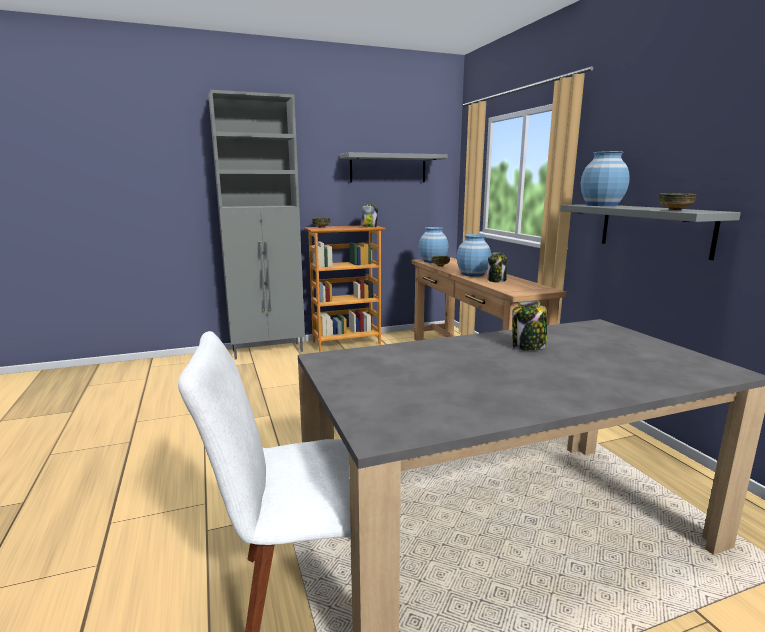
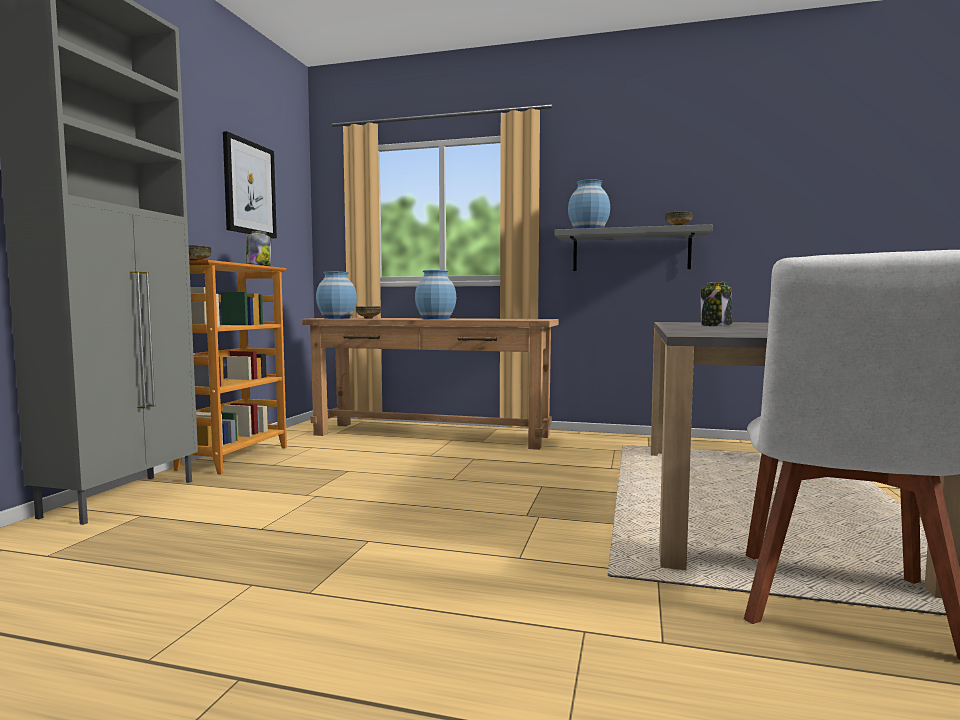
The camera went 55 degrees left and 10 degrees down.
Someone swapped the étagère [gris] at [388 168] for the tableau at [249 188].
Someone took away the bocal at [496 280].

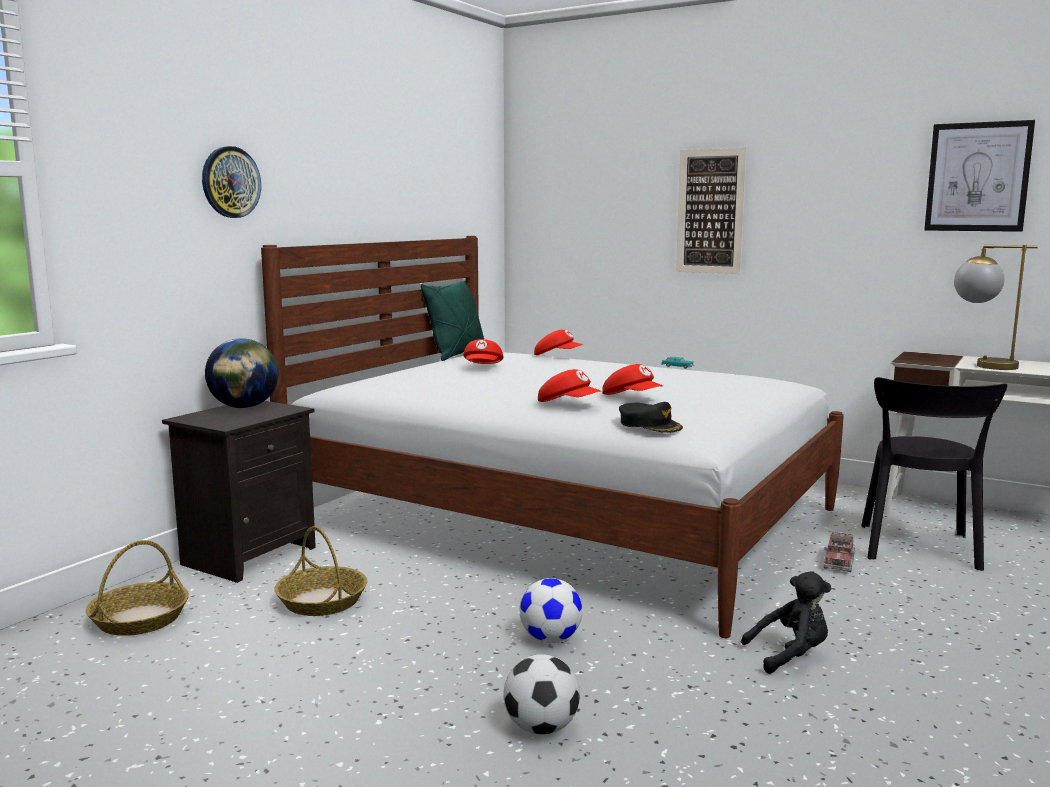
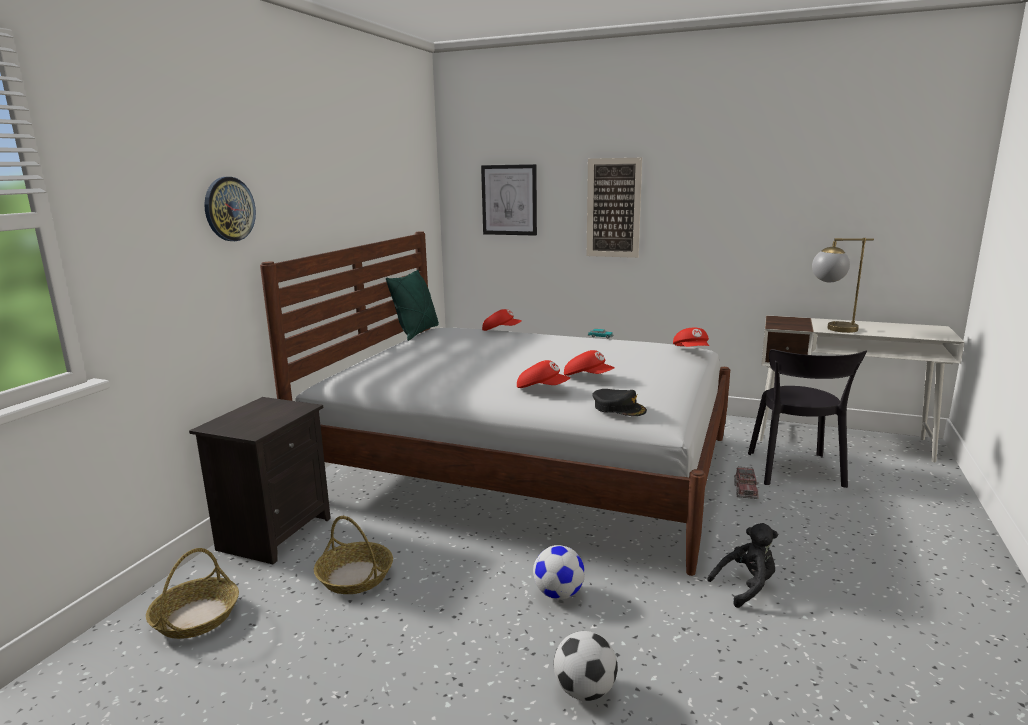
The camera went 10 degrees left and 5 degrees up.
Someone carried the tableau from [978 177] to [509 200].
Someone took away the globe at [244 407].
Someone carried the casquette [rouge] from [483 367] to [692 351].

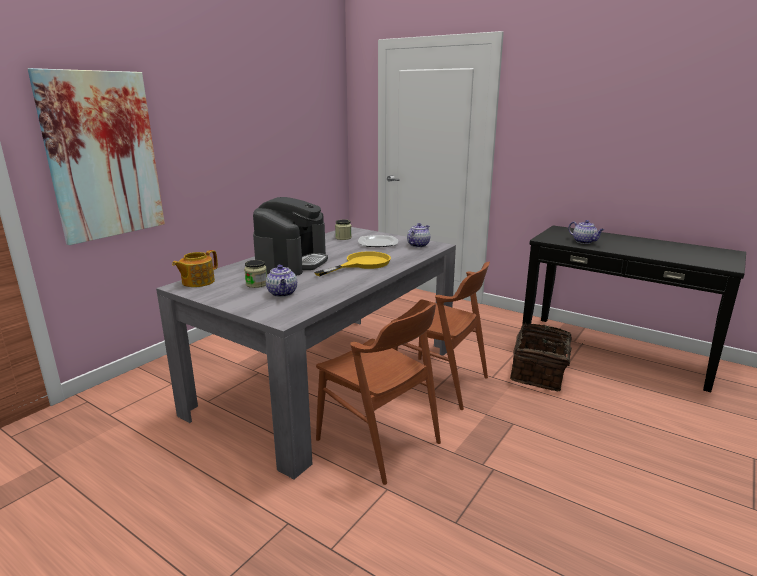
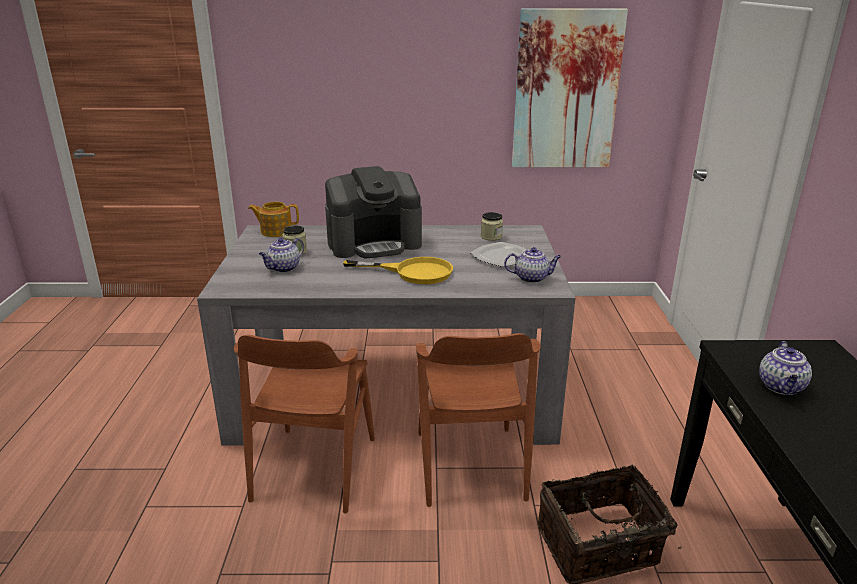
The camera went 55 degrees right and 5 degrees up.
Someone carried the tableau from [103 156] to [566 91].

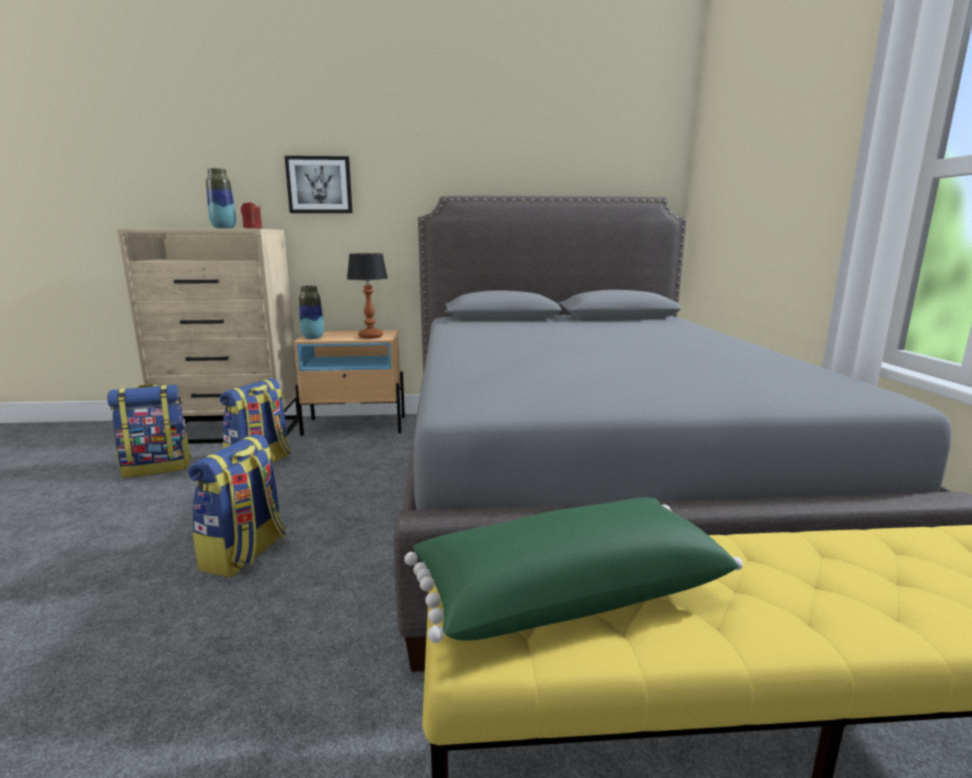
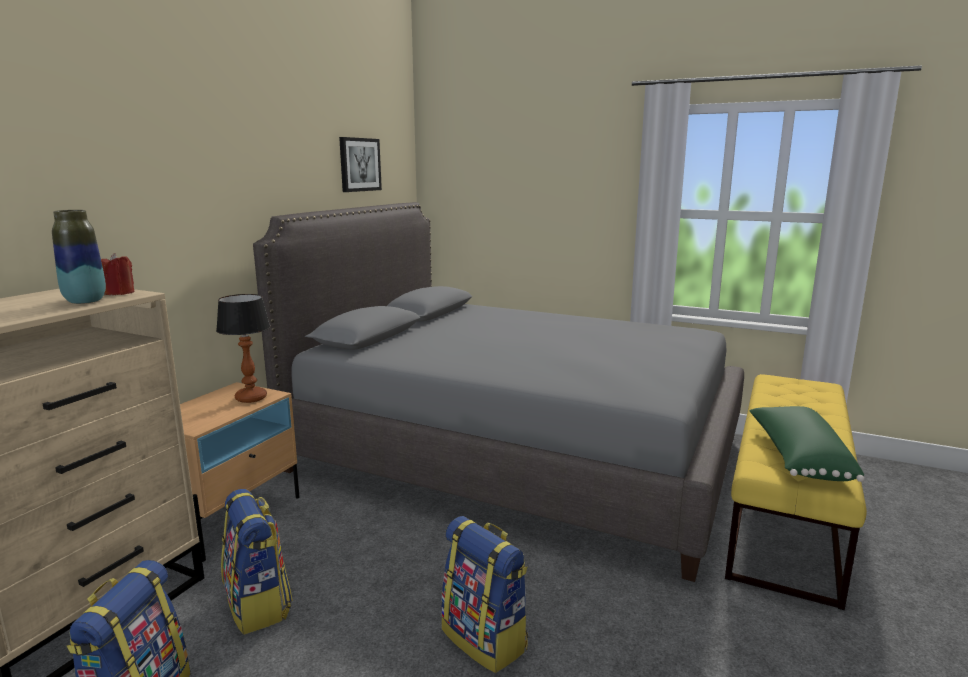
The camera went 60 degrees left and 0 degrees up.
Someone carried the tableau from [319 185] to [359 164].
Someone took away the vase at [313 338].

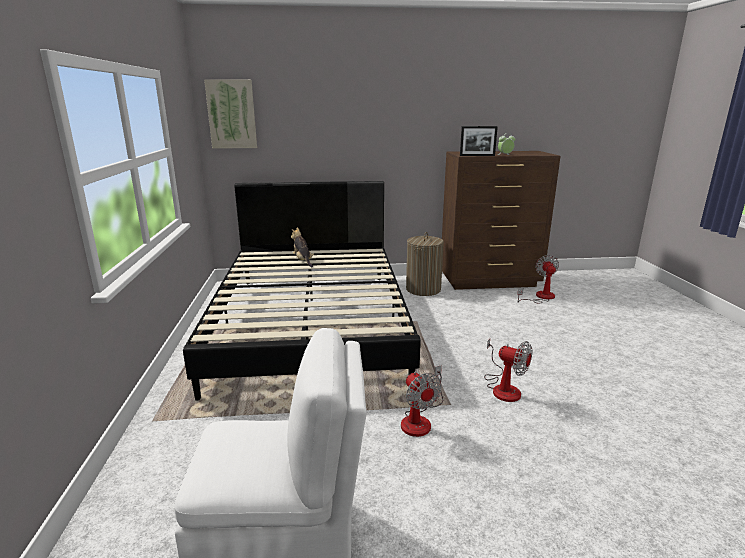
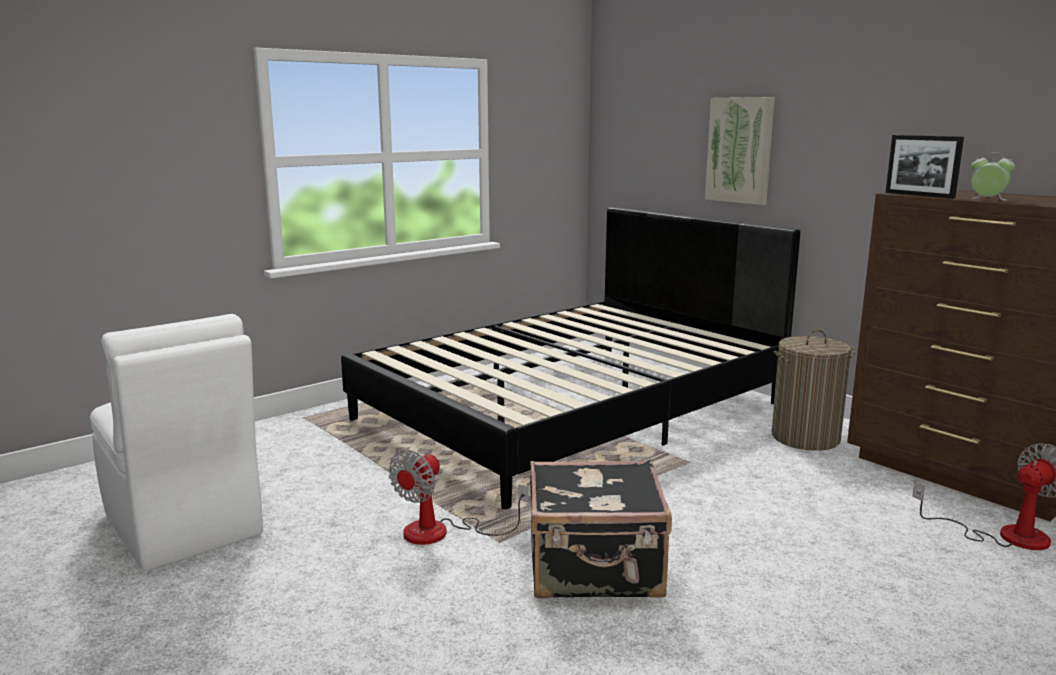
The camera went 55 degrees right and 5 degrees down.
Someone carried the tableau from [231 114] to [740 150].
Someone took away the peluche at [303 261].
Someone swapped the ventilateur at [503 387] for the valise [noir] at [595 570].

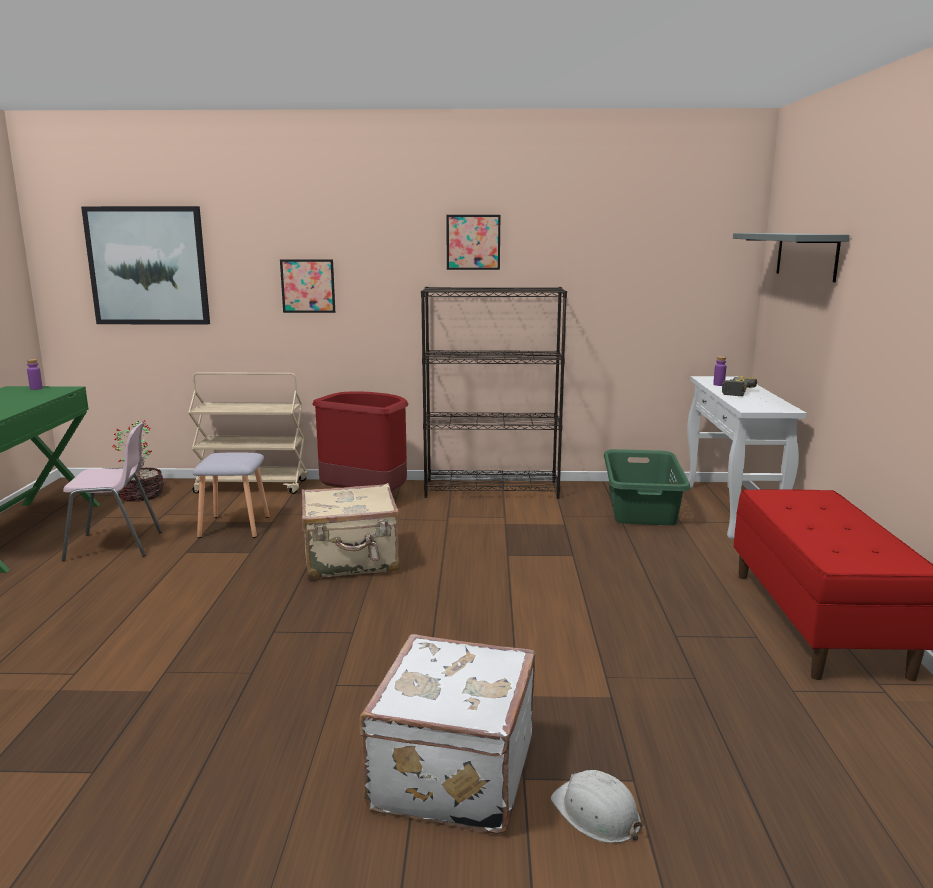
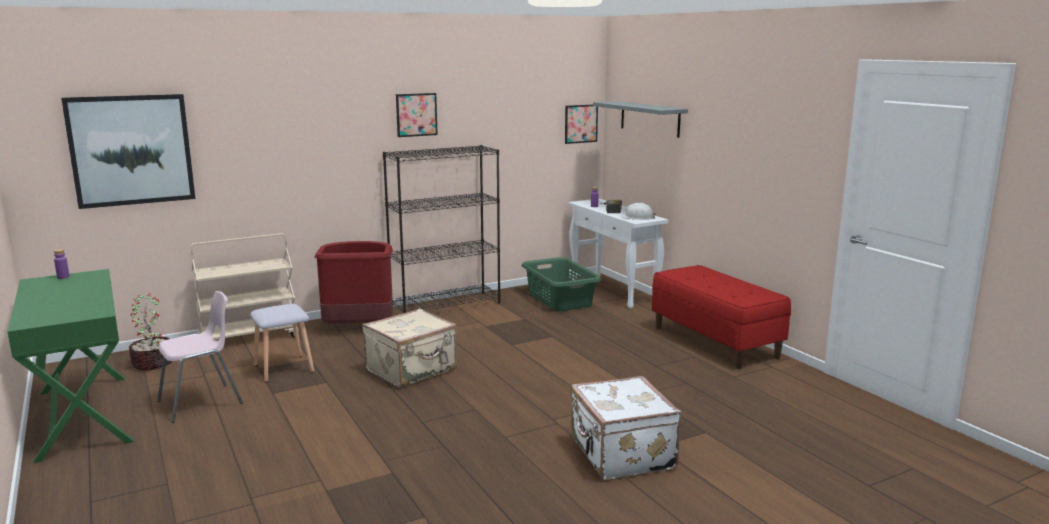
The camera went 30 degrees left and 0 degrees up.
Someone carried the tableau from [308 286] to [581 123].
Someone carried the casque de chantier [blanc] from [596 814] to [637 217].

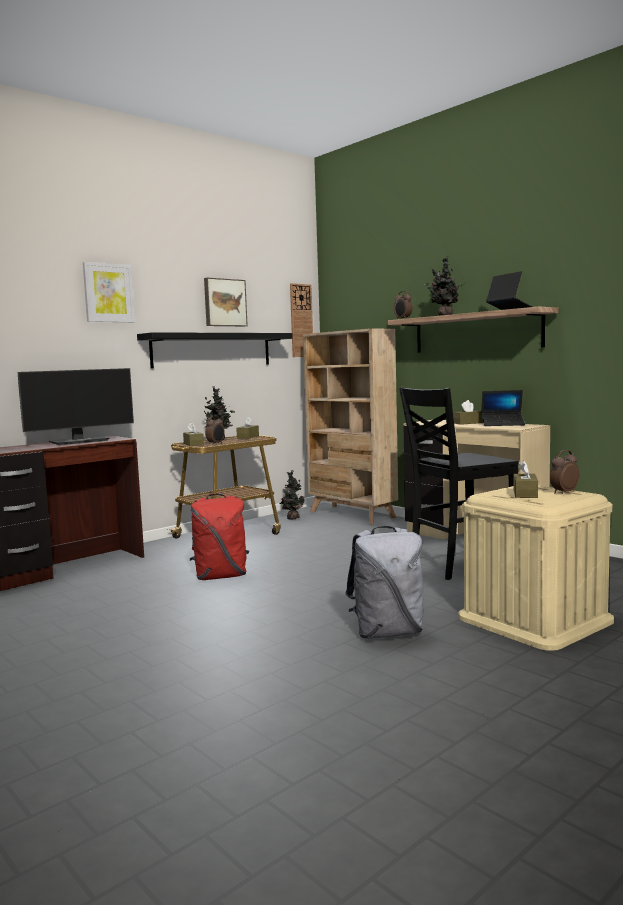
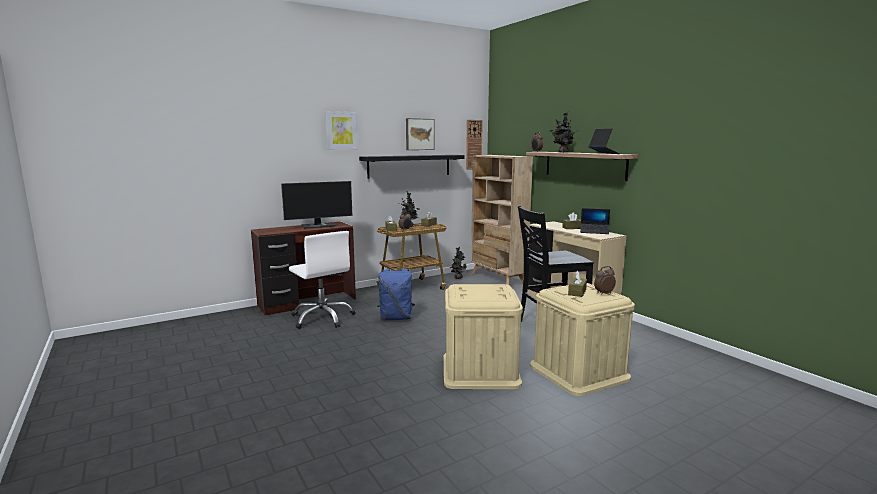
The camera went 10 degrees right and 5 degrees up.
Someone repainted the sac à dos [rouge] at [221 576], which became the sac à dos [bleu] at [396 318].
Someone swapped the sac à dos [gris] at [387 632] for the boîte de rangement [beige] at [480 370].
Someone put down the chaise de bureau [blanc] at [322 318].

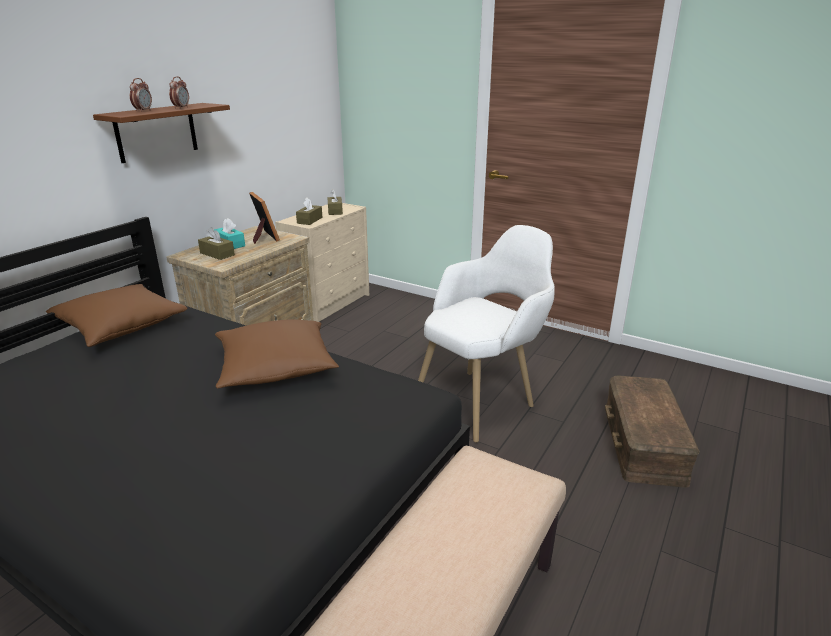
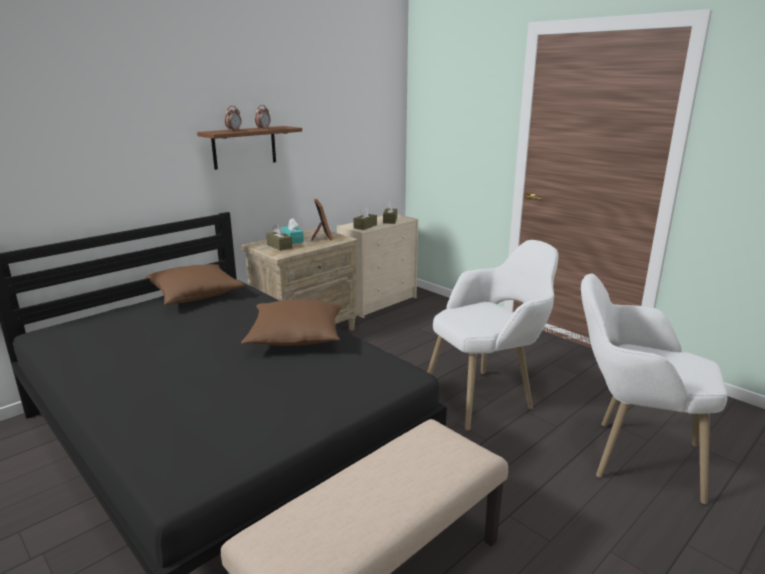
The camera went 15 degrees right and 5 degrees down.
Someone swapped the boîte de rangement [marron] at [642 443] for the fauteuil [blanc] at [629 456].

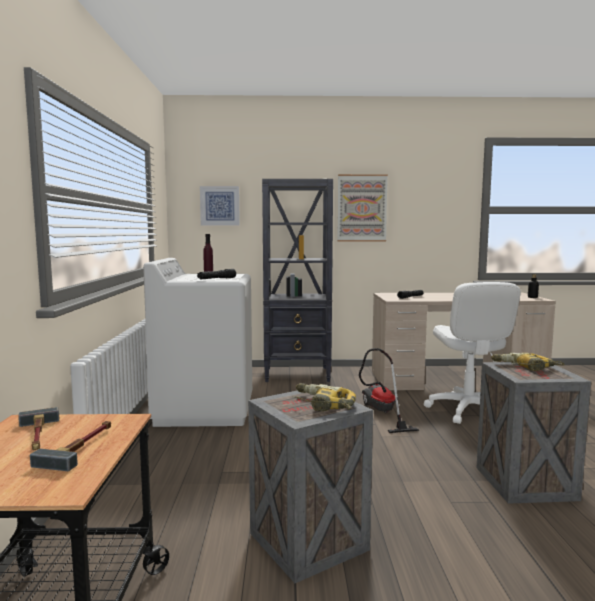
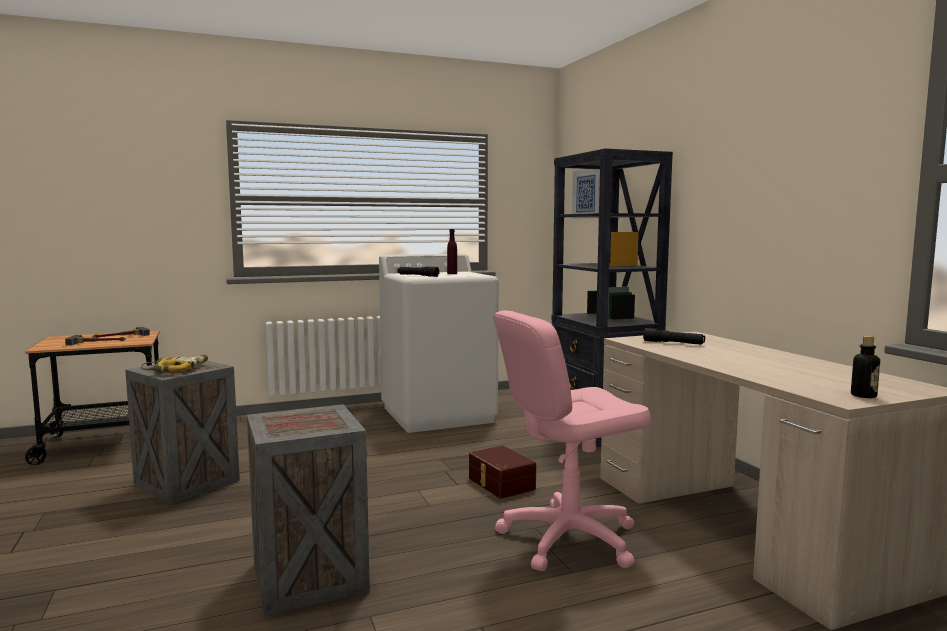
The camera went 70 degrees right and 0 degrees up.
Someone took away the tableau at [362 208].
Someone repainted the chaise de bureau [blanc] at [467 410], which became the chaise de bureau [rose] at [568 539].
Someone swapped the aspirateur at [381 413] for the boîte de rangement [marron] at [500 484].
Someone took away the perceuse at [525 367].

